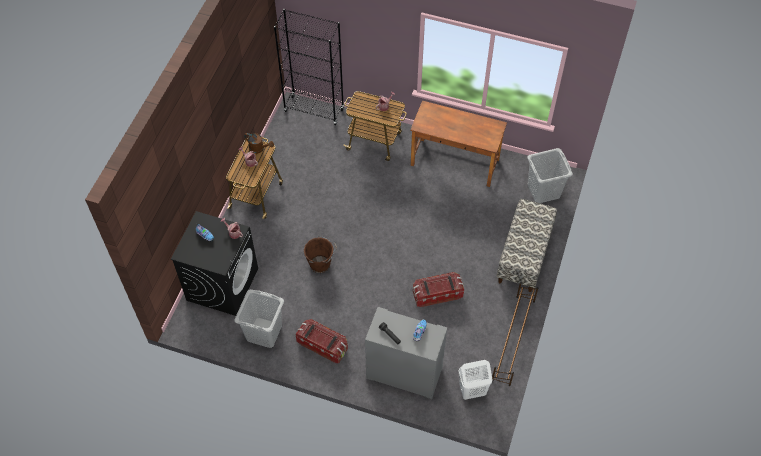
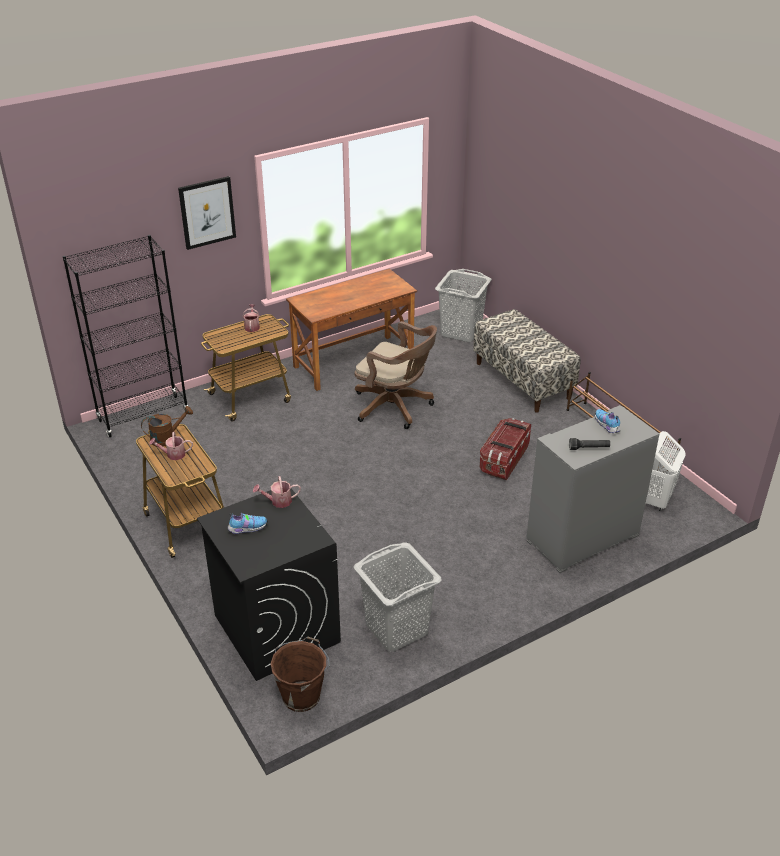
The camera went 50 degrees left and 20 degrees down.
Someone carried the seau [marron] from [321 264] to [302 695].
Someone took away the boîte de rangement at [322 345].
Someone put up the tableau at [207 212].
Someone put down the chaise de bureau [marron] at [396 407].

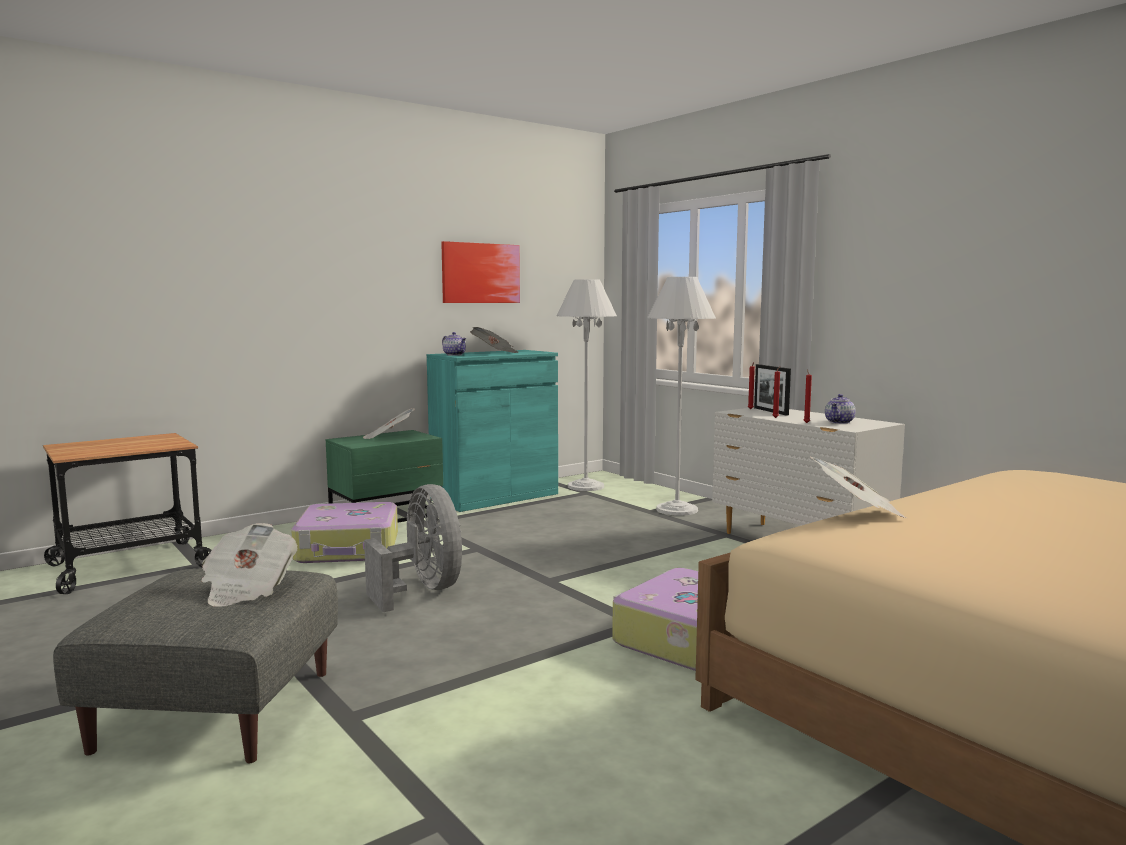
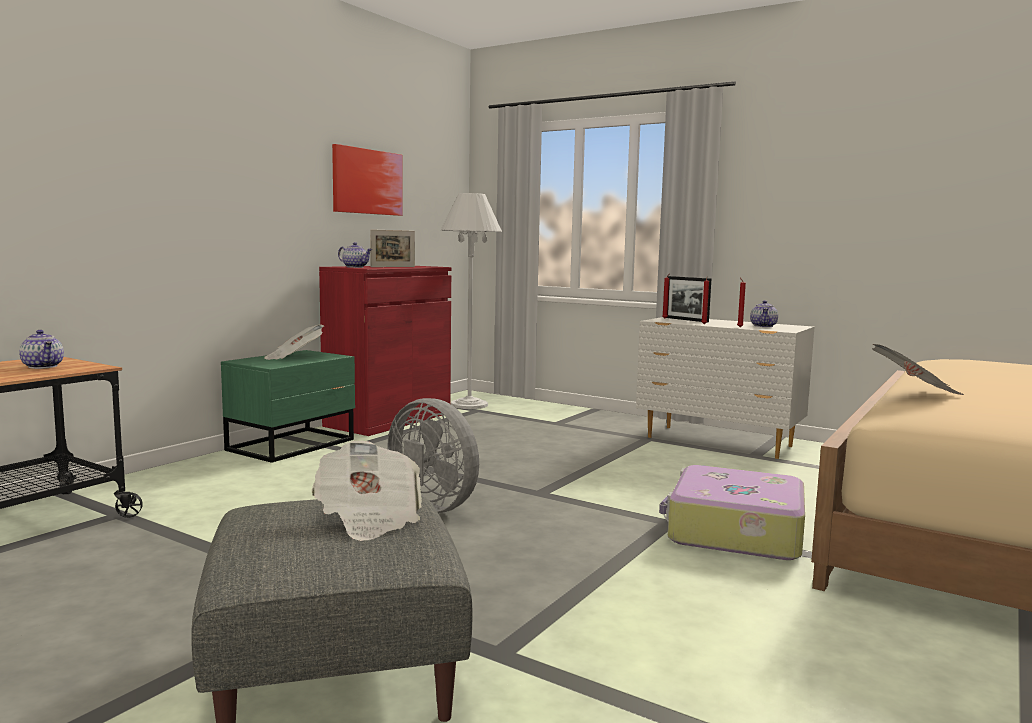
The camera went 20 degrees left and 0 degrees up.
Someone took away the lampadaire [blanc] at [676 510].
Someone swapped the journal at [495 353] for the cadre photo at [393 267].
Someone repainted the meuble de rangement [turquoise] at [495 497], which became the meuble de rangement [rouge] at [389 419].
Someone took away the valise at [349 548].
Someone put down the théière at [44 366].

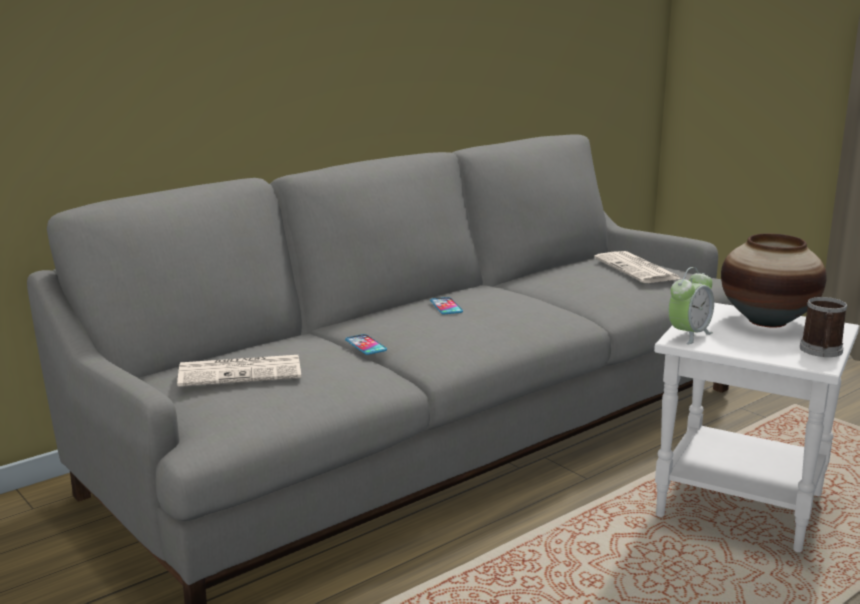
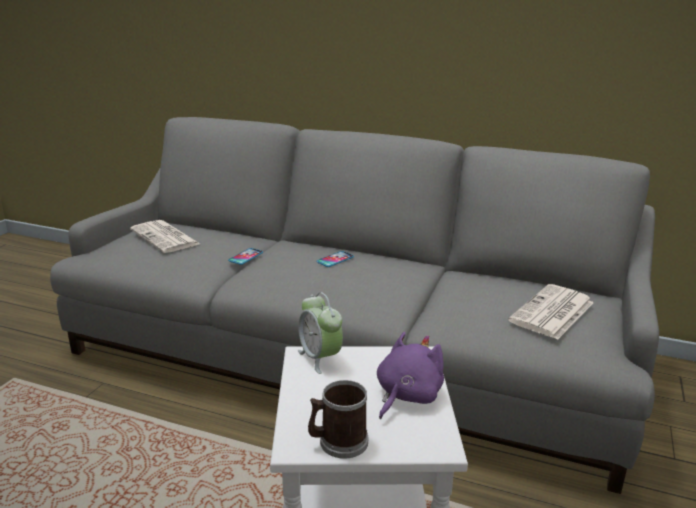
The camera went 60 degrees right and 5 degrees up.
Someone swapped the vase at [767 321] for the peluche [violet] at [406 396].
Someone rotated the réveil at [688 335] by 45 degrees clockwise.

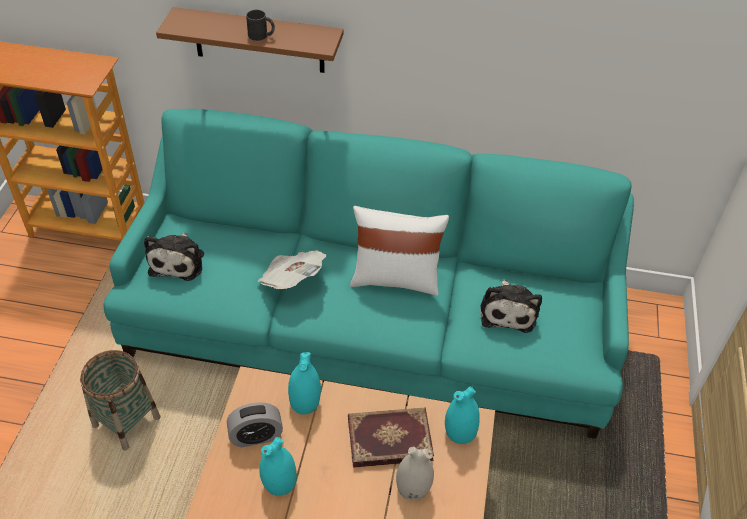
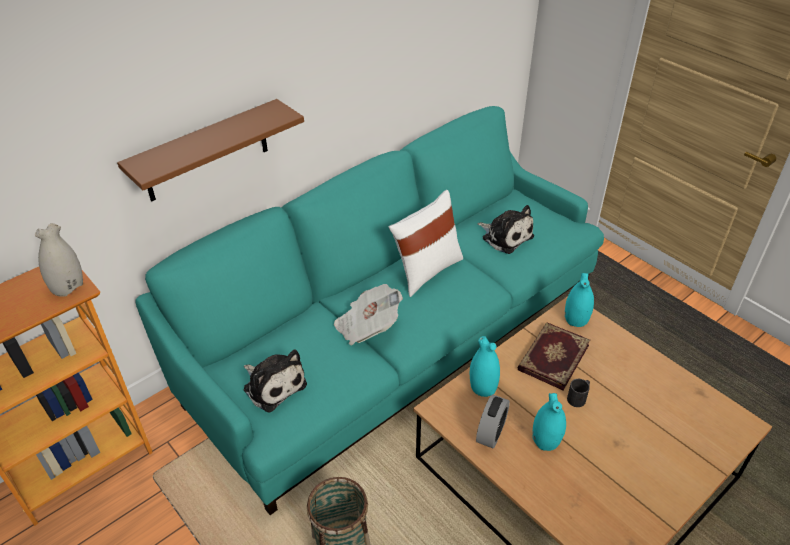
The camera went 50 degrees left and 5 degrees down.
Someone carried the mug [noir] from [261 35] to [578 397].
Someone carried the vase [blanc] from [413 488] to [68 286].

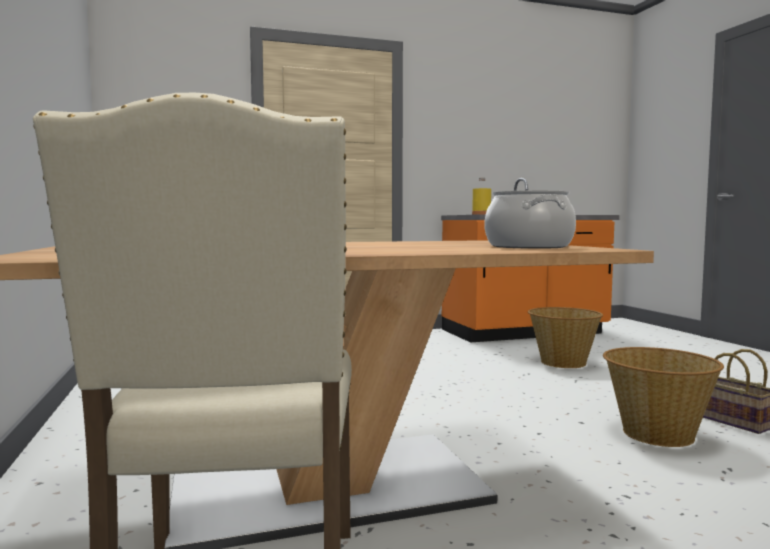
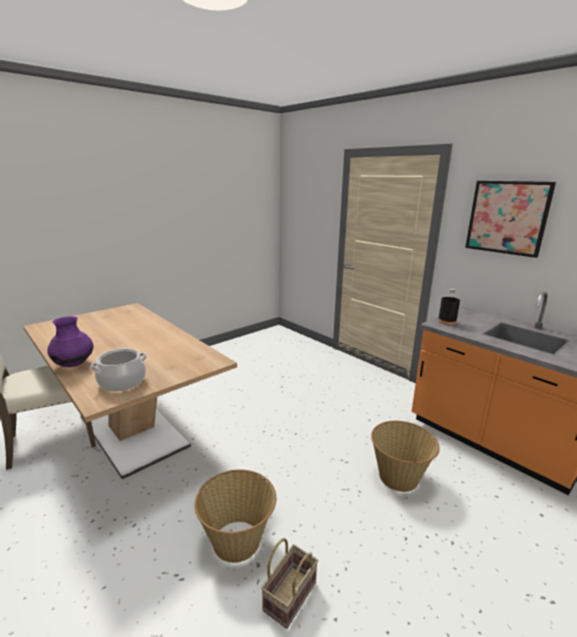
The camera went 65 degrees right and 15 degrees up.
Someone repainted the bouteille [jaune] at [481 214], which became the bouteille [noir] at [446 322].
Someone put up the tableau at [507 217].
Someone put down the vase [violet] at [74 364].

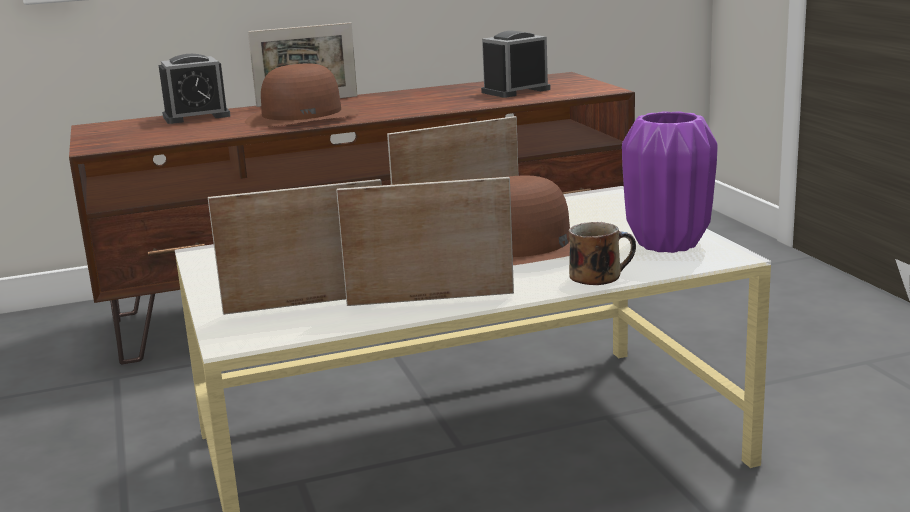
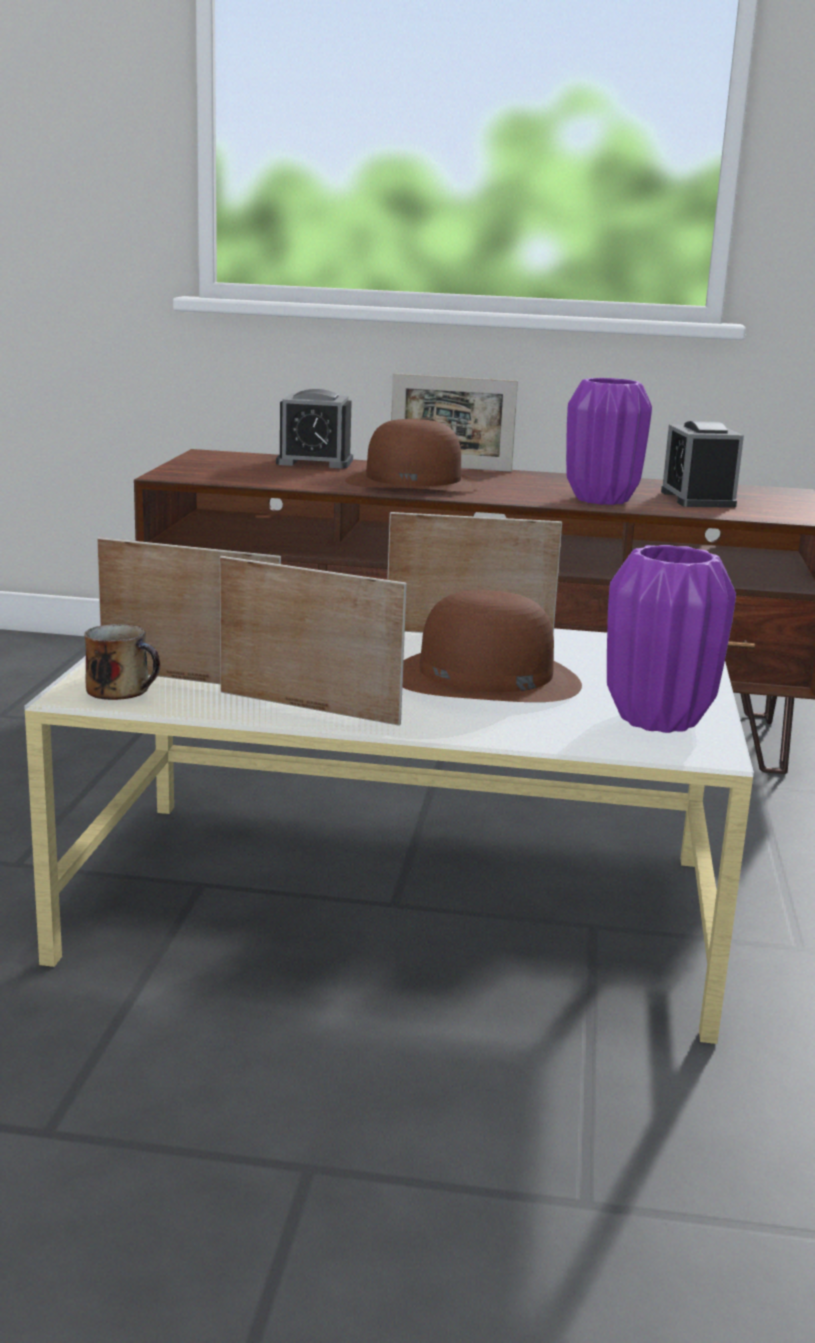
The camera went 25 degrees right and 0 degrees up.
Someone rotated the réveil at [515 91] by 90 degrees counterclockwise.
Someone carried the mug from [598 275] to [121 689].
Someone put down the vase [violet] at [601 499].

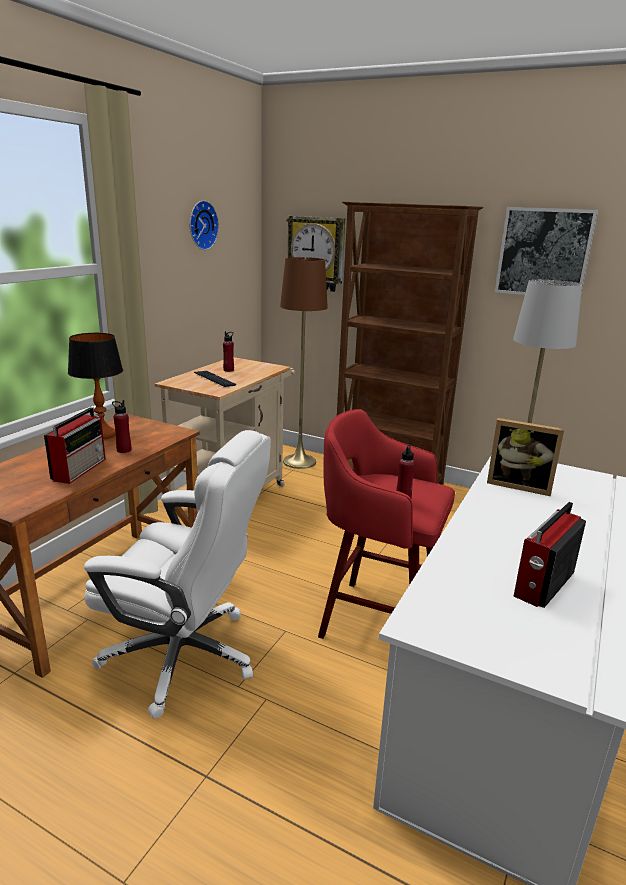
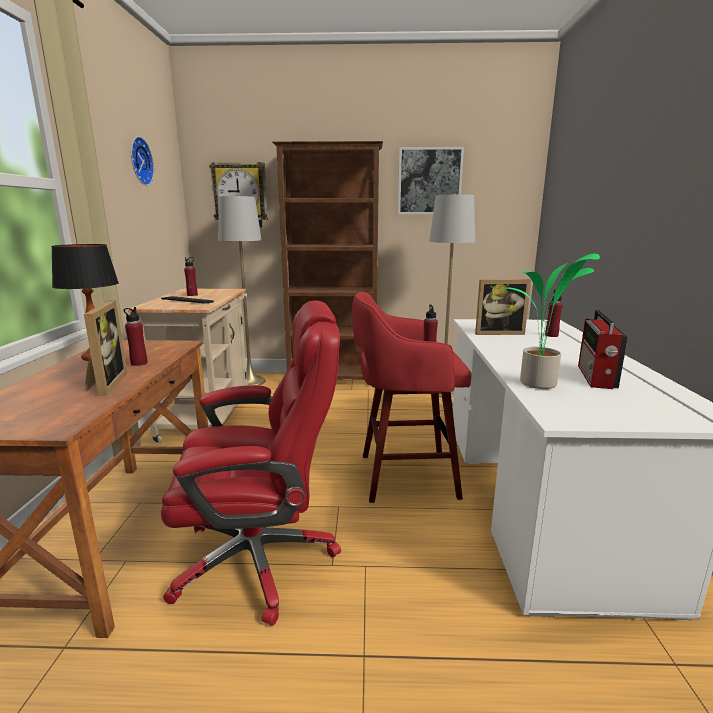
The camera went 25 degrees left and 5 degrees down.
Someone repainted the lampadaire [marron] at [299 461], which became the lampadaire [gris] at [250 381].
Someone swapped the radio at [80 469] for the cadre photo at [104 383].
Someone repainted the chaise de bureau [blanc] at [184 656], which became the chaise de bureau [rouge] at [260 558].
Someone put down the plante en pot at [538 384].
Someone put down the bouteille [rouge] at [551 335].

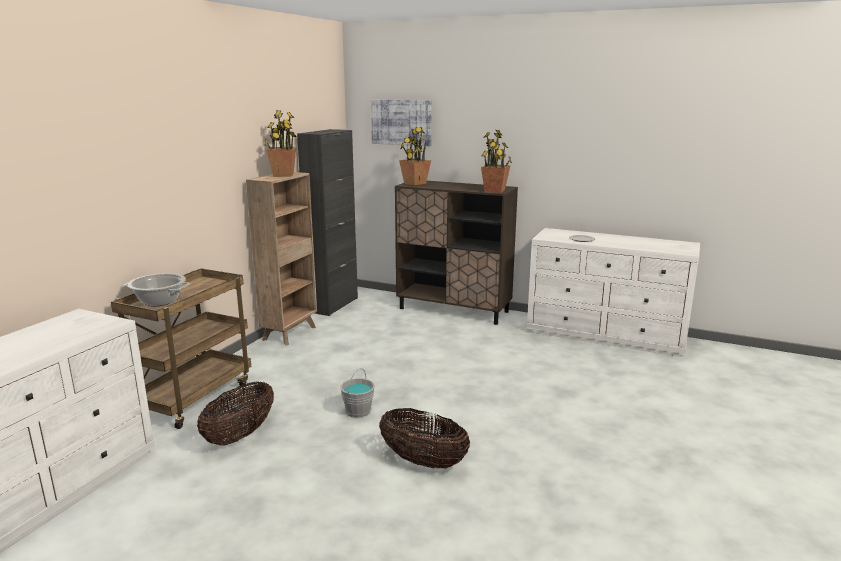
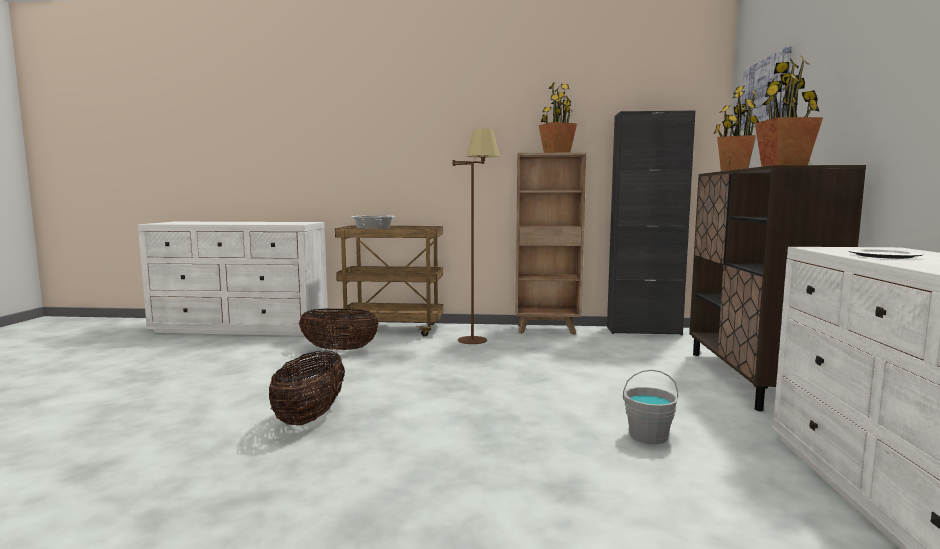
The camera went 70 degrees right and 10 degrees down.
Someone carried the seau [gris] from [358 411] to [648 436].
Someone put down the lampadaire [marron] at [476 337].

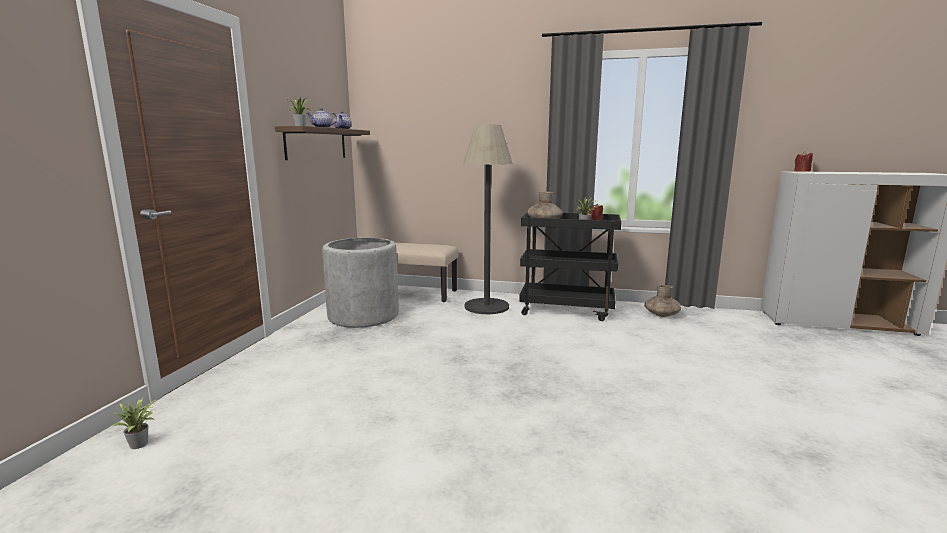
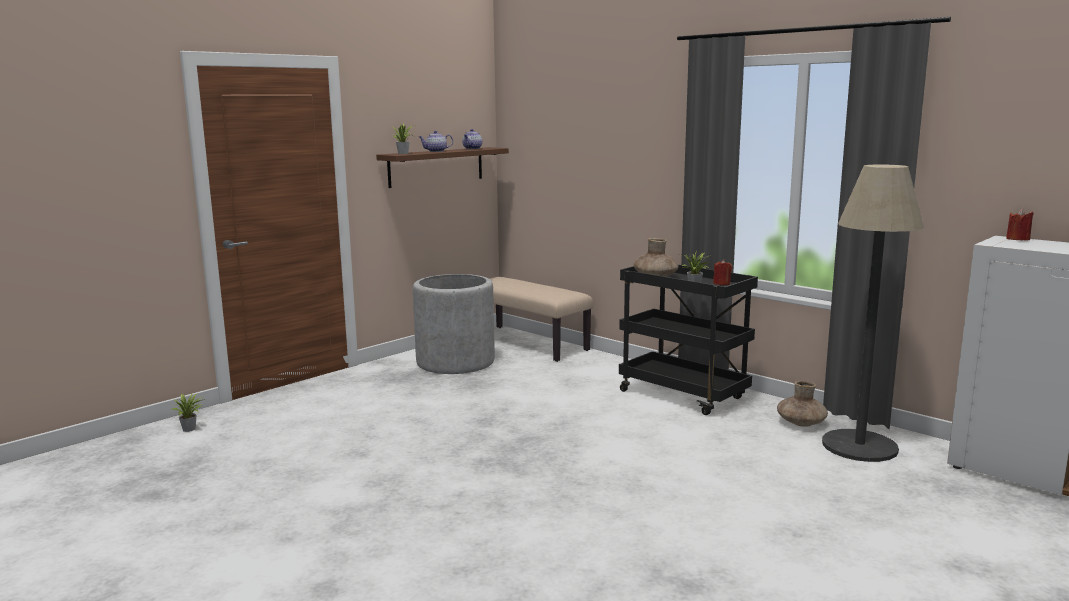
The camera went 30 degrees right and 0 degrees up.
Someone carried the lampadaire from [486 306] to [859 446].

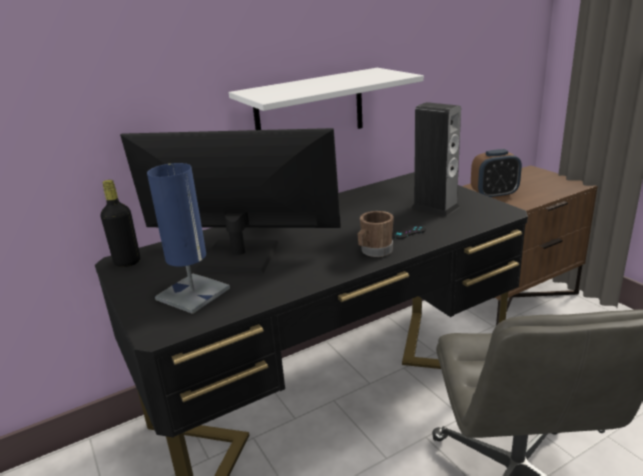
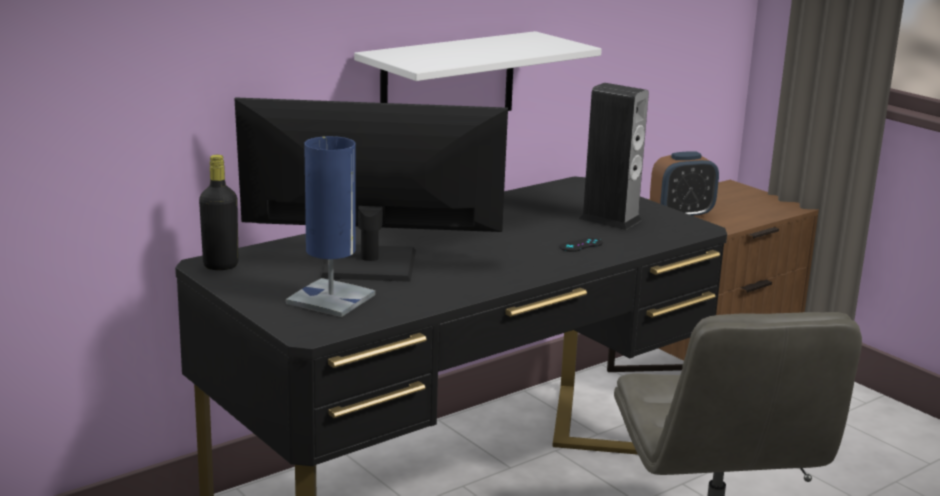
The camera went 10 degrees left and 5 degrees down.
Someone took away the mug [marron] at [374 251].

